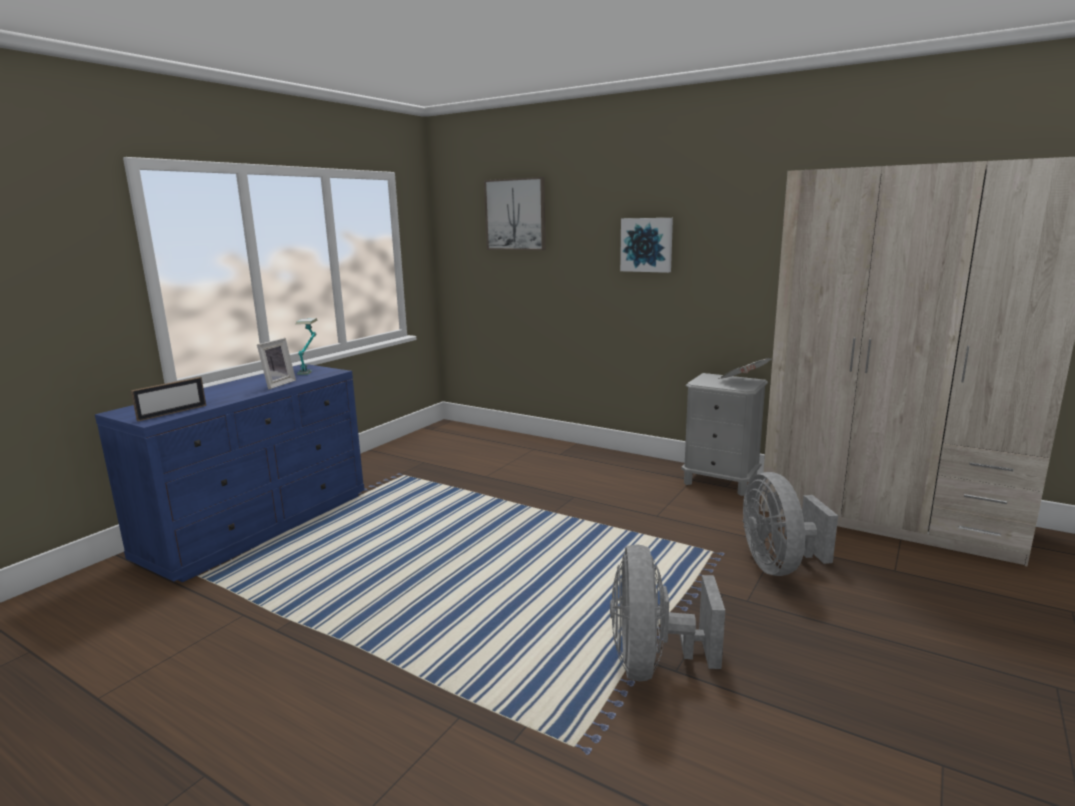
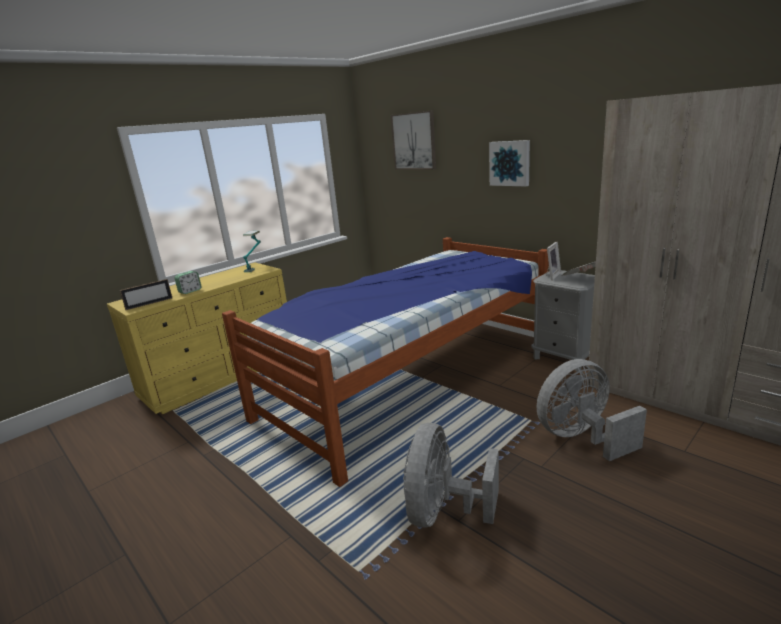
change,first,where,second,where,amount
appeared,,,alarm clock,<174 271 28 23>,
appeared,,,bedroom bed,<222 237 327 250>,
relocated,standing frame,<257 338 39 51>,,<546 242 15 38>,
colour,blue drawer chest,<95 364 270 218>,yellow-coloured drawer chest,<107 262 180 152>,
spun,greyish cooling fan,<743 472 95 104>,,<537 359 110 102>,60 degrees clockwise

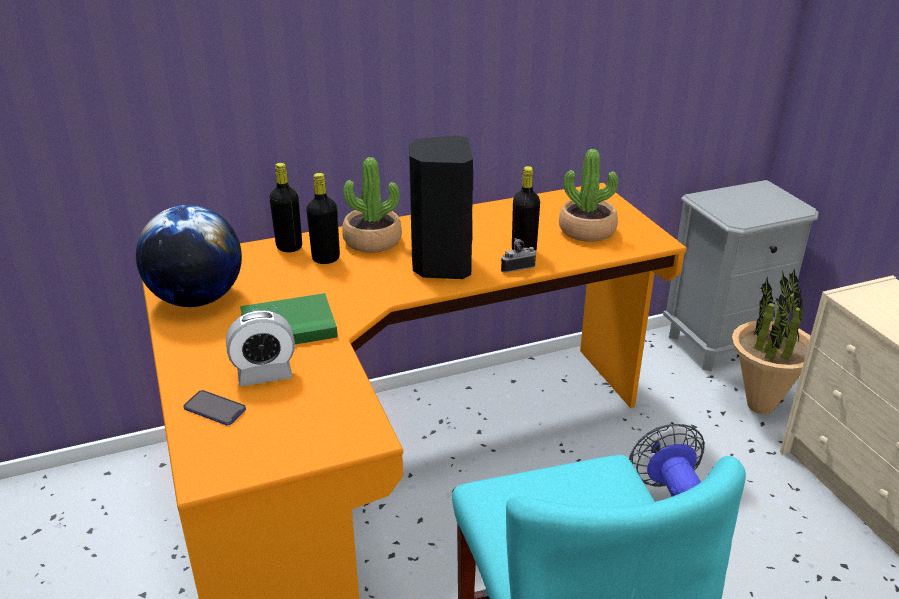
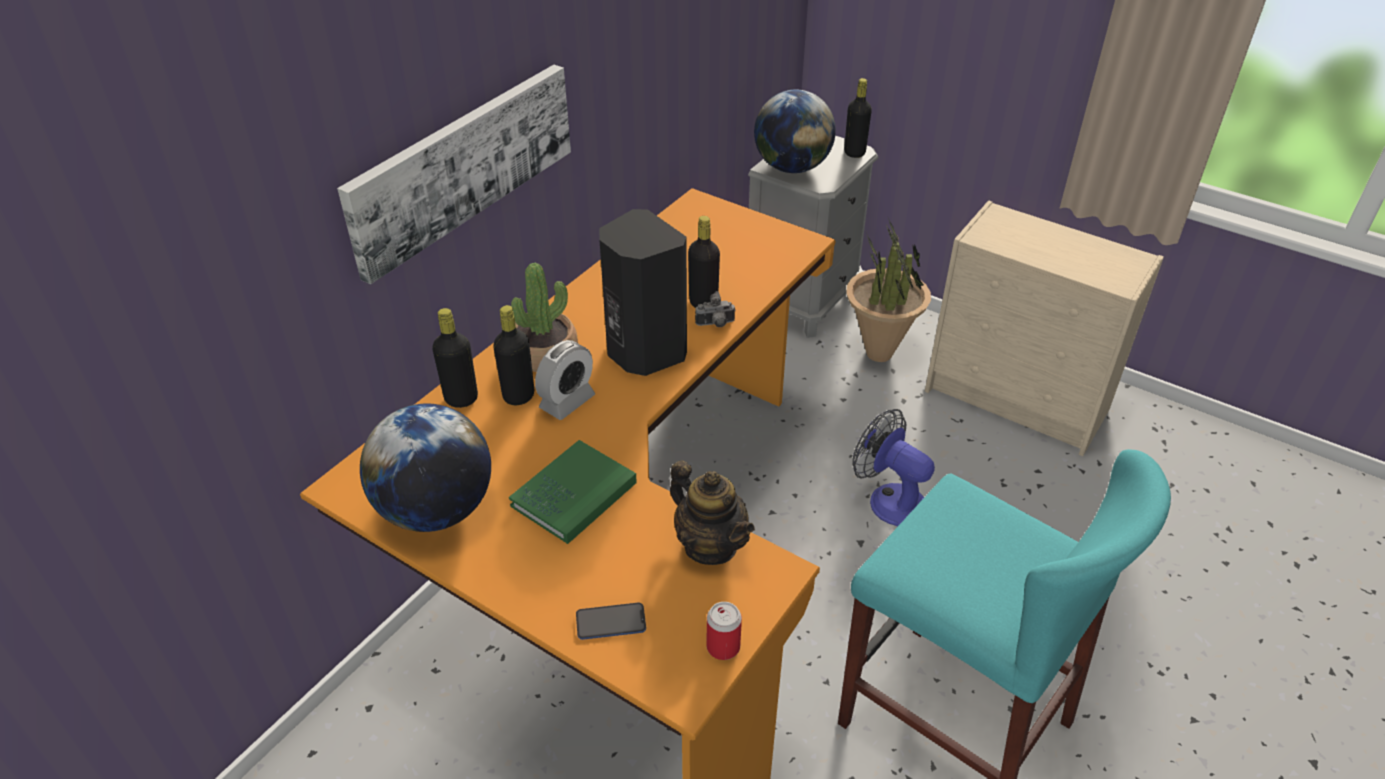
change,first,where,second,where,amount
missing,plant in a pot,<559 149 59 93>,,,
appeared,,,picture,<337 65 234 219>,
appeared,,,tea pot,<670 460 85 105>,
appeared,,,can,<706 602 36 58>,
appeared,,,globe,<754 89 82 84>,
appeared,,,black drink bottle,<844 78 28 80>,
relocated,alarm clock,<226 310 69 76>,,<535 340 60 80>,
spun,still camera,<501 238 35 35>,,<695 291 41 36>,135 degrees counterclockwise

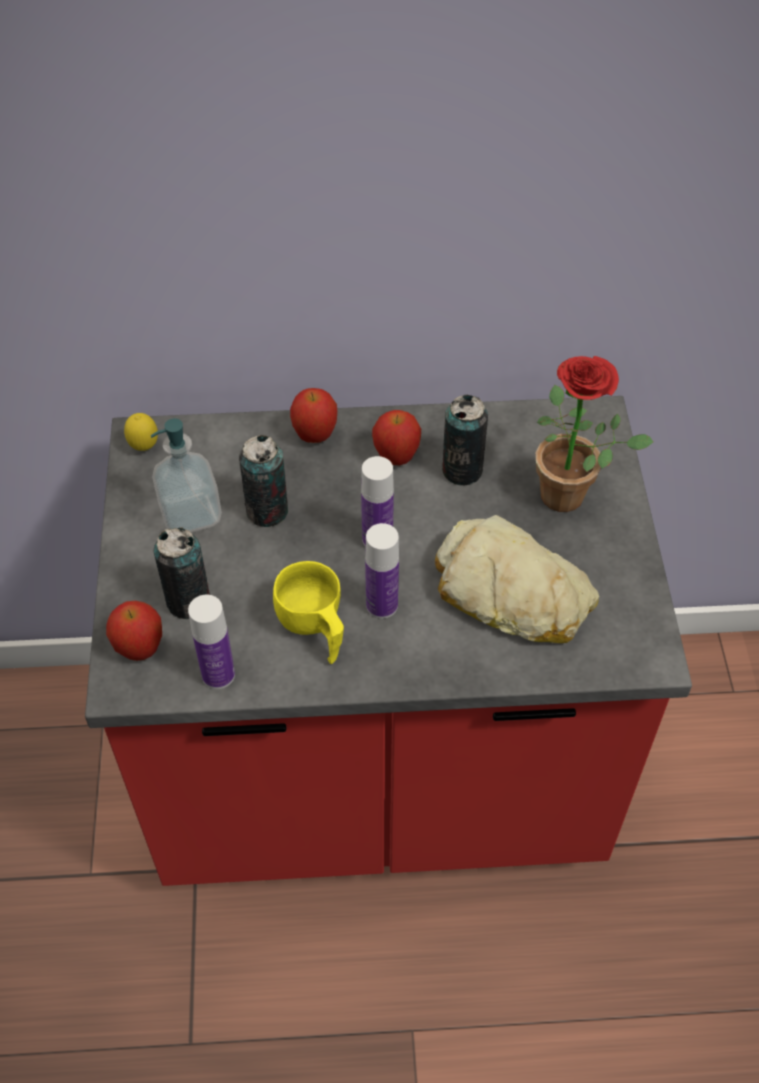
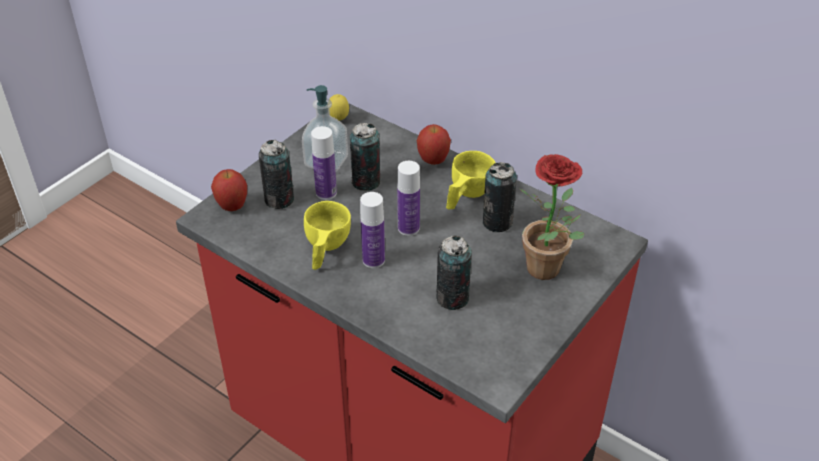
change,first,where,second,where,amount
relocated,drink bottle,<188 595 47 94>,,<311 126 26 74>,
exchanged,apple fruit,<372 410 49 55>,yellow-coloured drinking cup,<446 151 49 59>,
exchanged,baked bread,<435 515 164 128>,can,<436 236 36 74>,

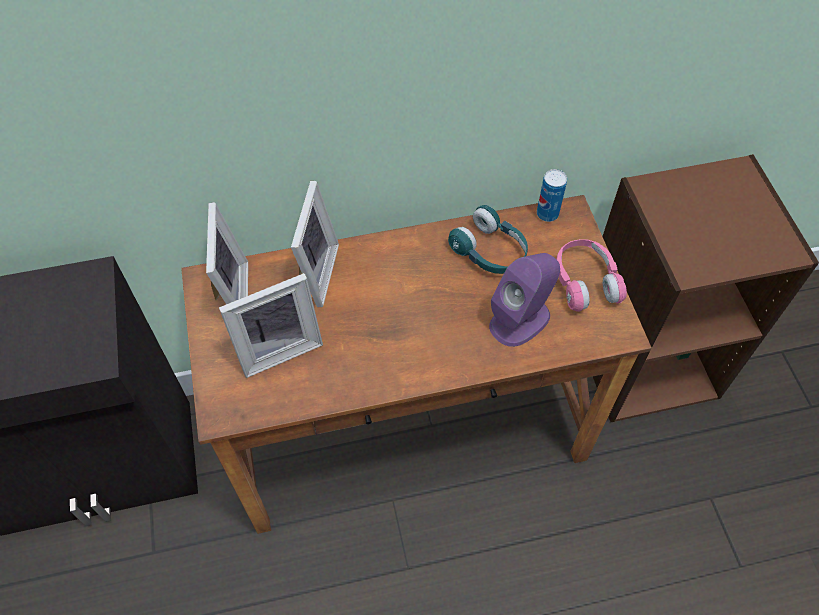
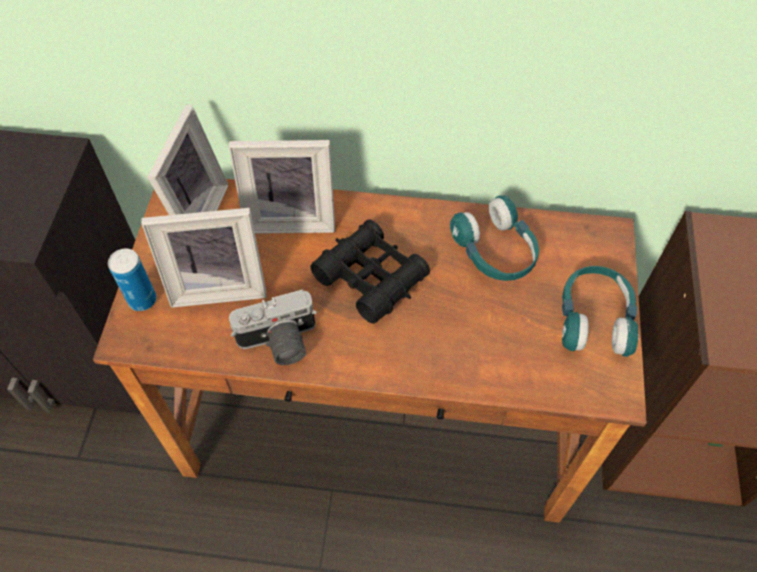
change,first,where,second,where,amount
missing,purple audio speaker,<489 253 71 94>,,,
appeared,,,still camera,<229 290 88 75>,
appeared,,,black pair of binoculars,<310 219 120 105>,
relocated,can,<537 169 30 53>,,<108 249 48 62>,
colour,pink-coloured pair of headphones,<556 239 71 73>,turquoise pair of headphones,<562 266 77 91>,
spun,standing frame,<291 181 48 126>,,<229 140 106 94>,60 degrees clockwise

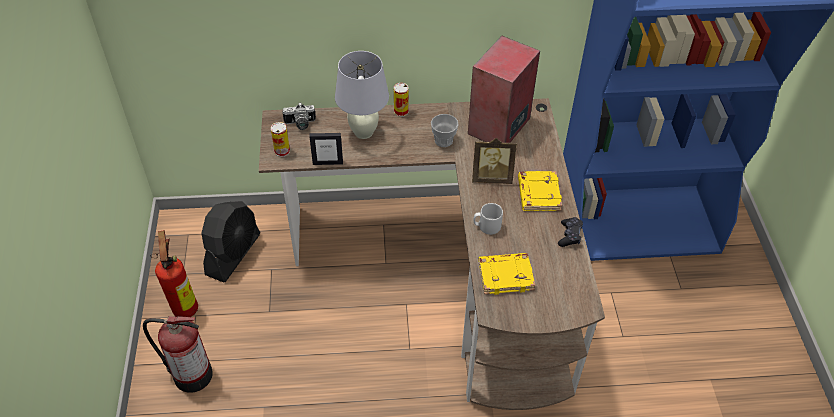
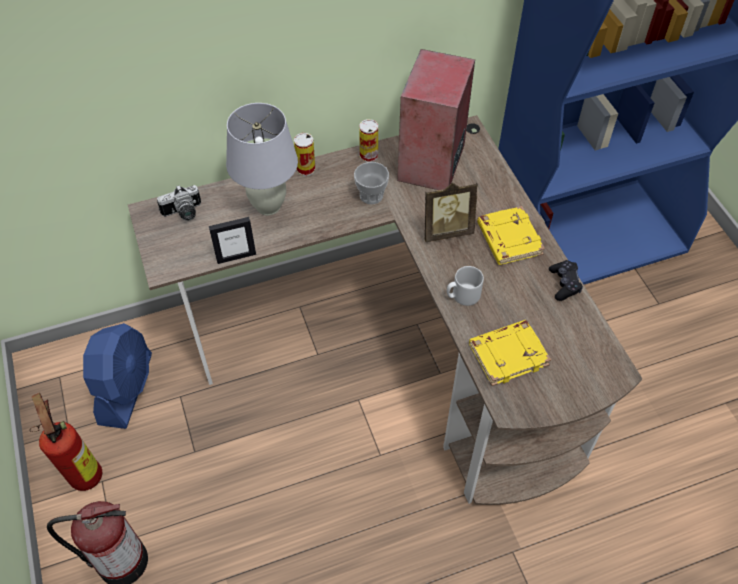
change,first,where,second,where,amount
relocated,can,<271 122 19 35>,,<359 119 19 43>,
colour,black cooling fan,<201 201 59 81>,blue cooling fan,<83 323 69 106>,

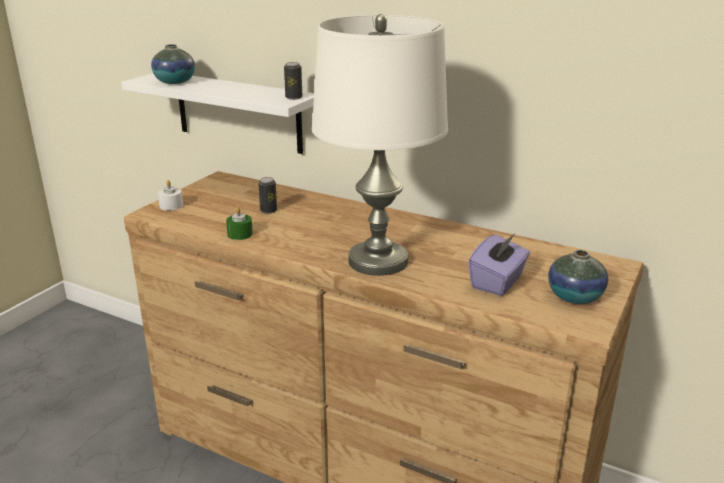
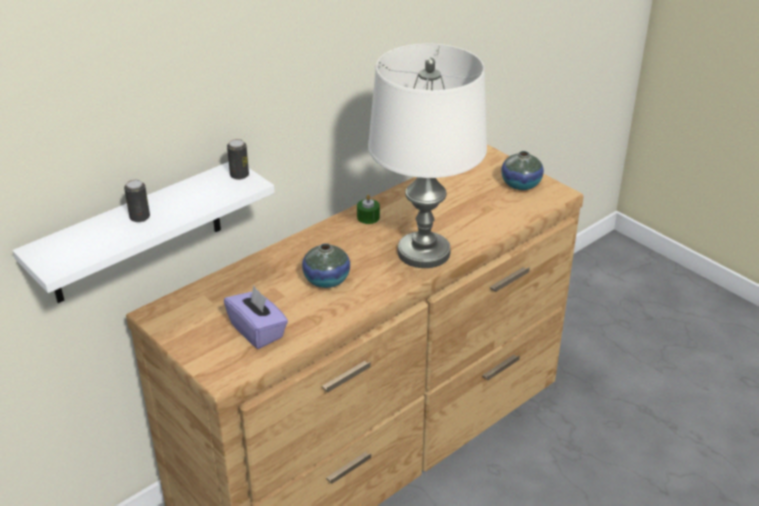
change,first,where,second,where,amount
missing,white-coloured wax candle,<158 180 25 31>,,,
relocated,decorative vase,<151 44 44 40>,,<302 243 48 45>,
relocated,green wax candle,<226 207 27 33>,,<357 195 23 29>,
relocated,can,<258 177 19 37>,,<124 180 26 42>,
relocated,purple box of tissues,<468 233 62 63>,,<224 286 64 63>,

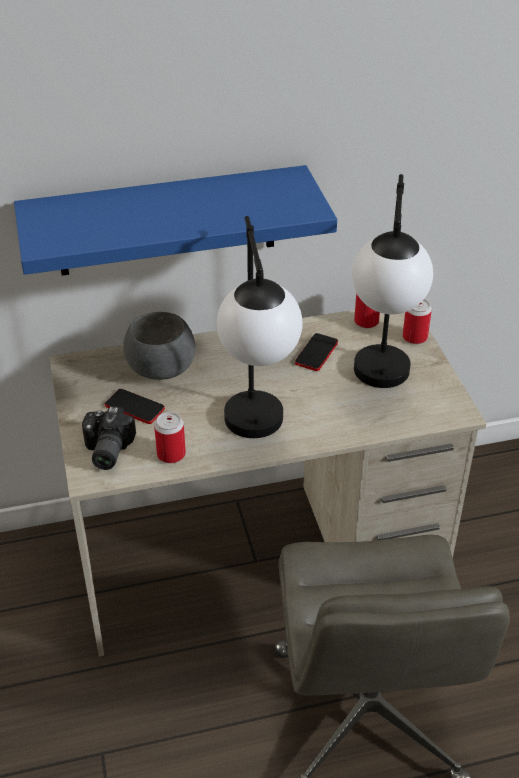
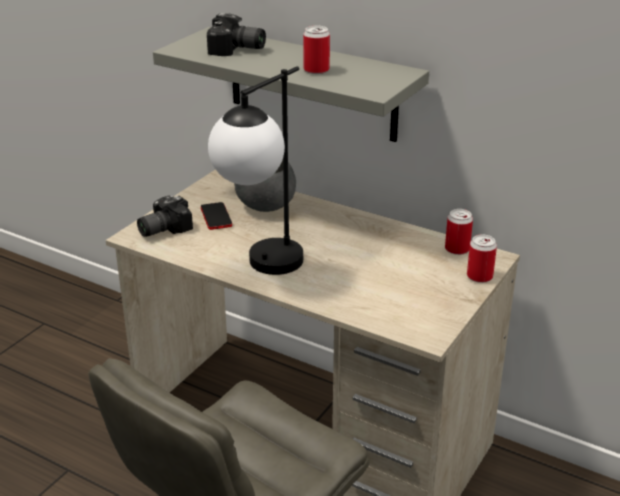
change,first,where,second,where,amount
missing,handset,<295 333 43 38>,,,
missing,lamp for a table,<352 174 81 214>,,,
appeared,,,still camera,<207 13 59 43>,
relocated,can,<154 412 32 51>,,<303 26 27 48>,
colour,blue bracket shelf,<14 165 323 111>,greyish bracket shelf,<153 27 276 115>,

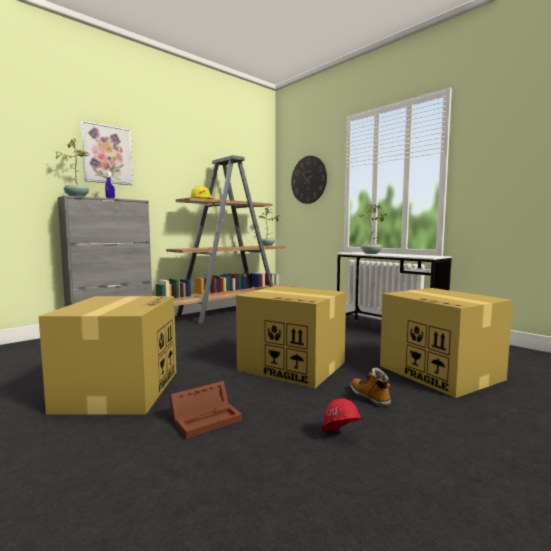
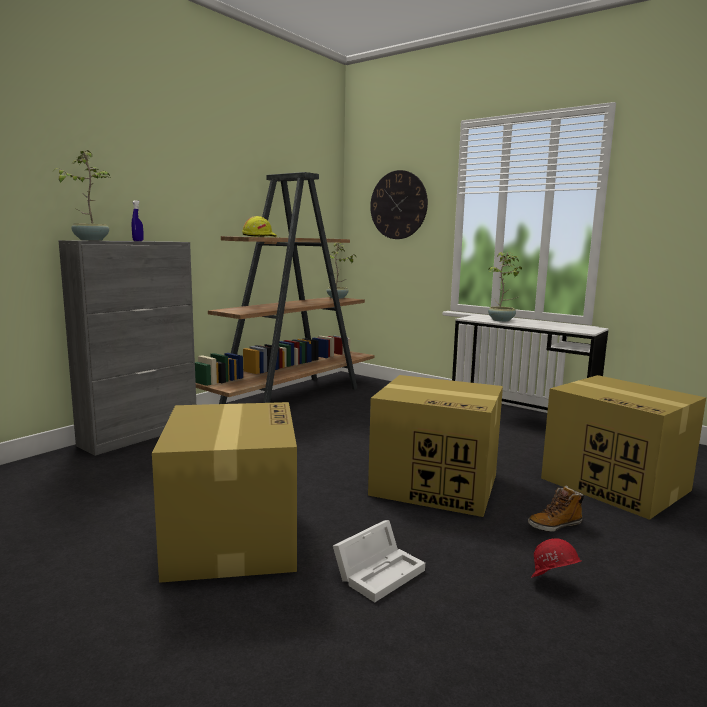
change,first,where,second,where,amount
missing,picture,<81 120 52 65>,,,
colour,brown-coloured storage container,<169 381 73 58>,white-coloured storage container,<333 520 92 82>,
spun,tall boot,<350 367 41 40>,,<528 486 56 46>,75 degrees counterclockwise

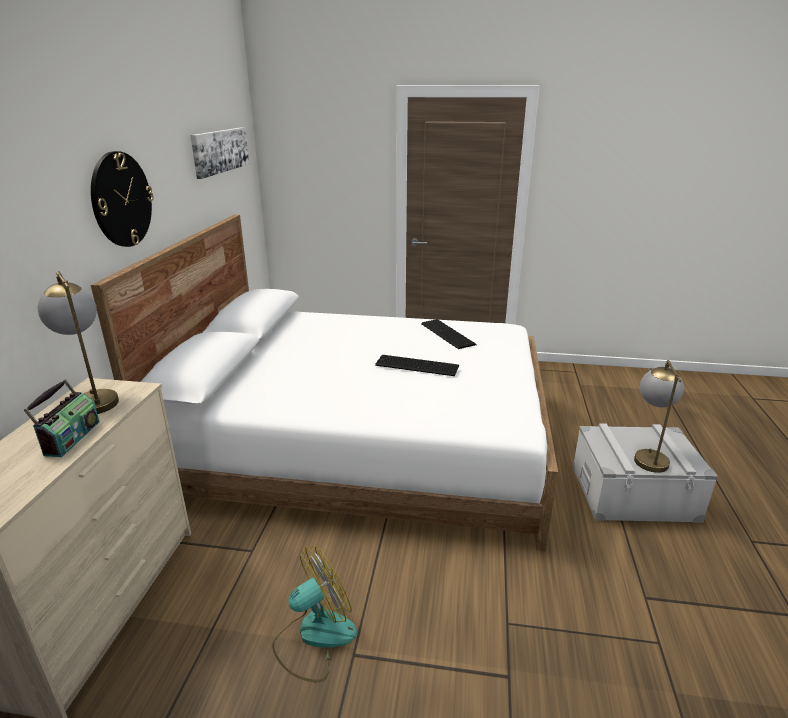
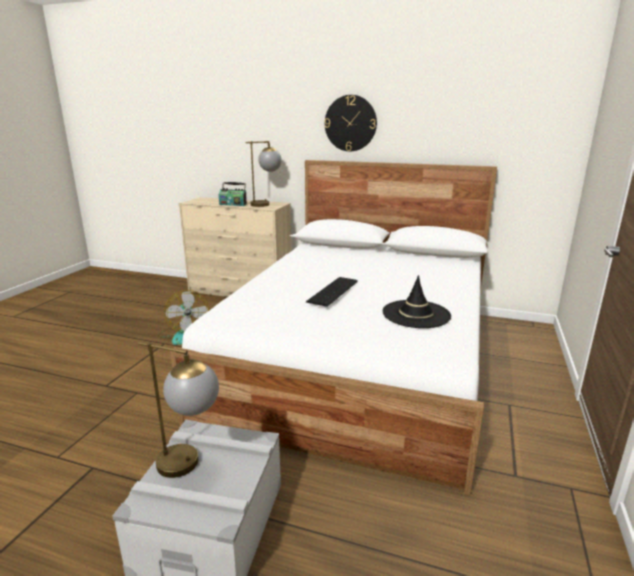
change,first,where,second,where,amount
missing,picture,<190 127 59 52>,,,
exchanged,PC keyboard,<421 319 56 30>,black clothing hat,<383 275 68 53>,

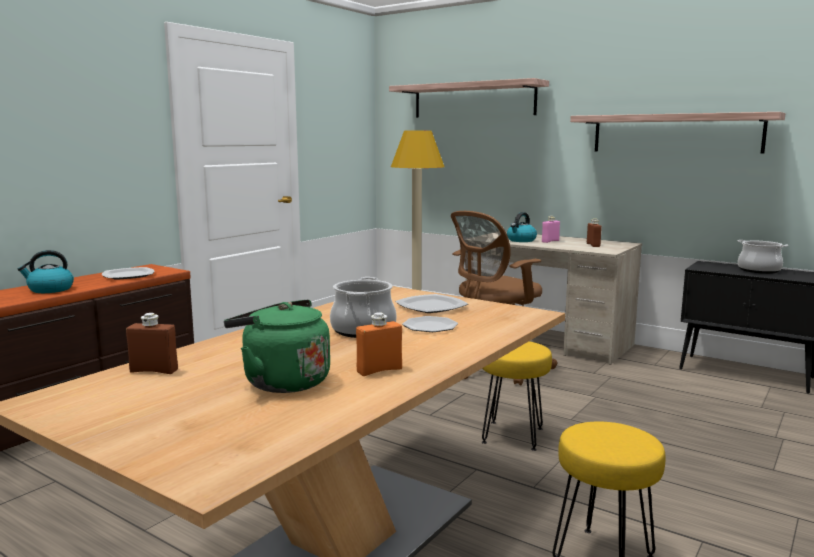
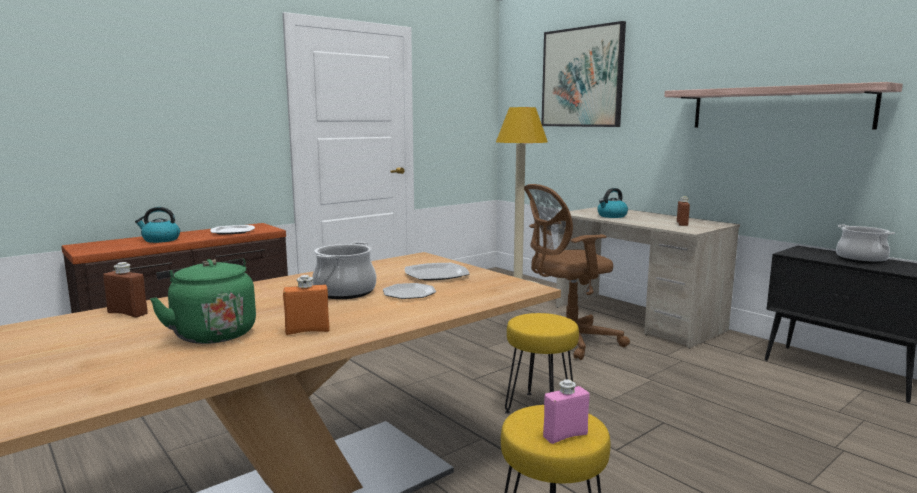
change,first,where,second,where,amount
relocated,pink-coloured drink bottle,<542 216 18 27>,,<543 379 46 65>,
exchanged,bracket shelf,<389 78 160 40>,picture,<541 21 85 106>,

